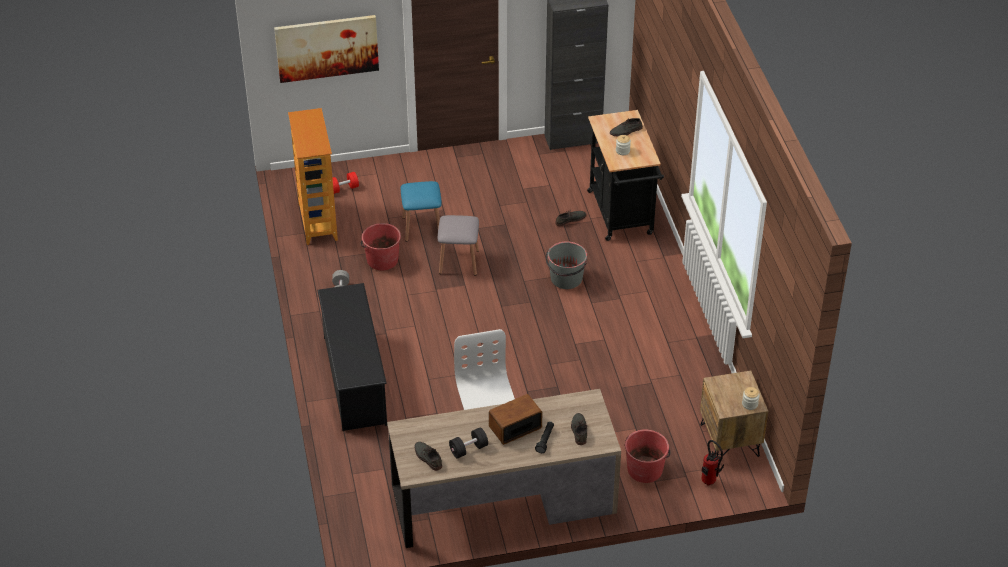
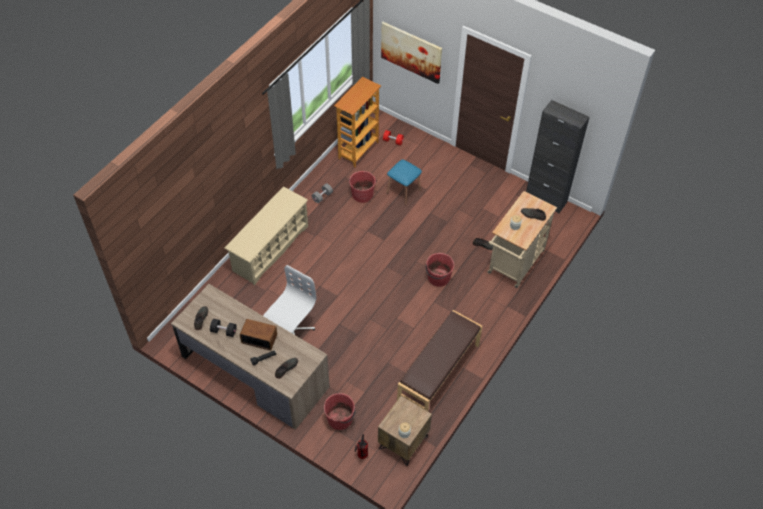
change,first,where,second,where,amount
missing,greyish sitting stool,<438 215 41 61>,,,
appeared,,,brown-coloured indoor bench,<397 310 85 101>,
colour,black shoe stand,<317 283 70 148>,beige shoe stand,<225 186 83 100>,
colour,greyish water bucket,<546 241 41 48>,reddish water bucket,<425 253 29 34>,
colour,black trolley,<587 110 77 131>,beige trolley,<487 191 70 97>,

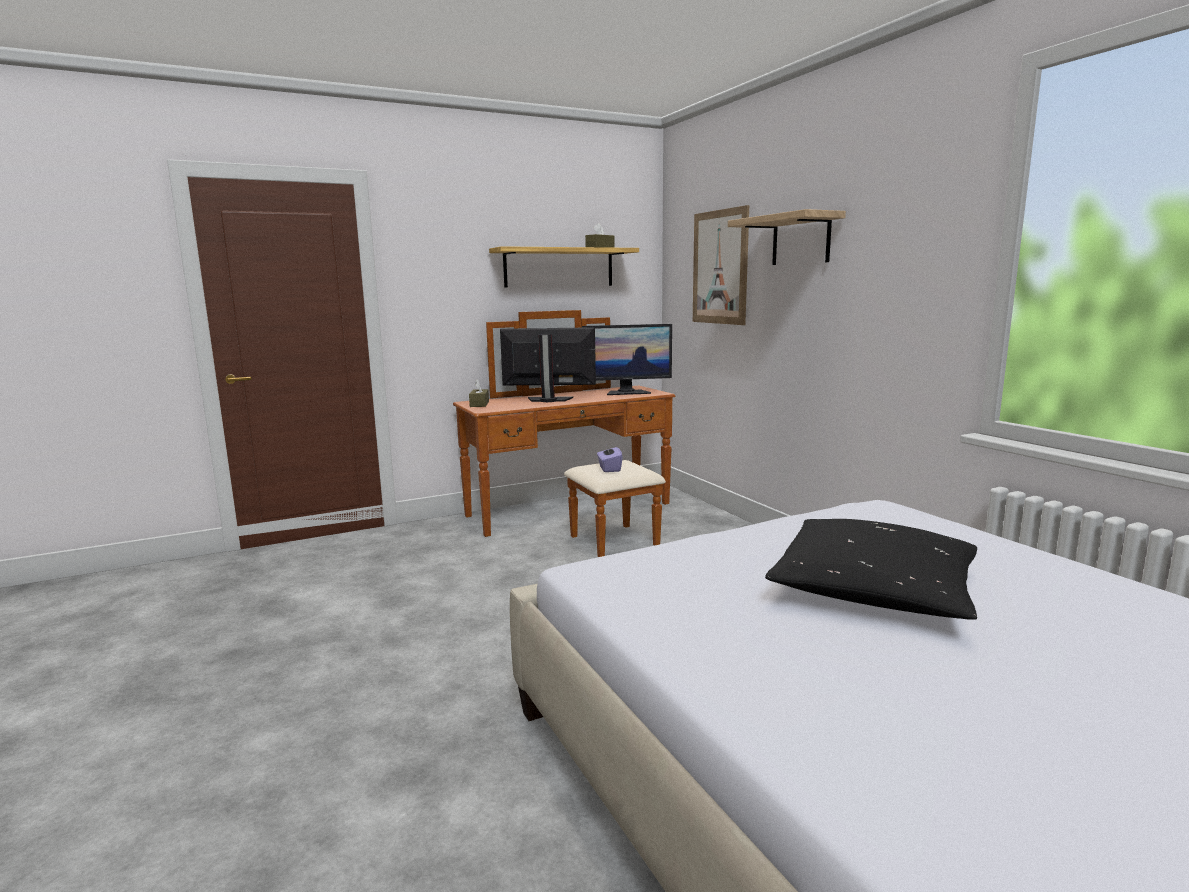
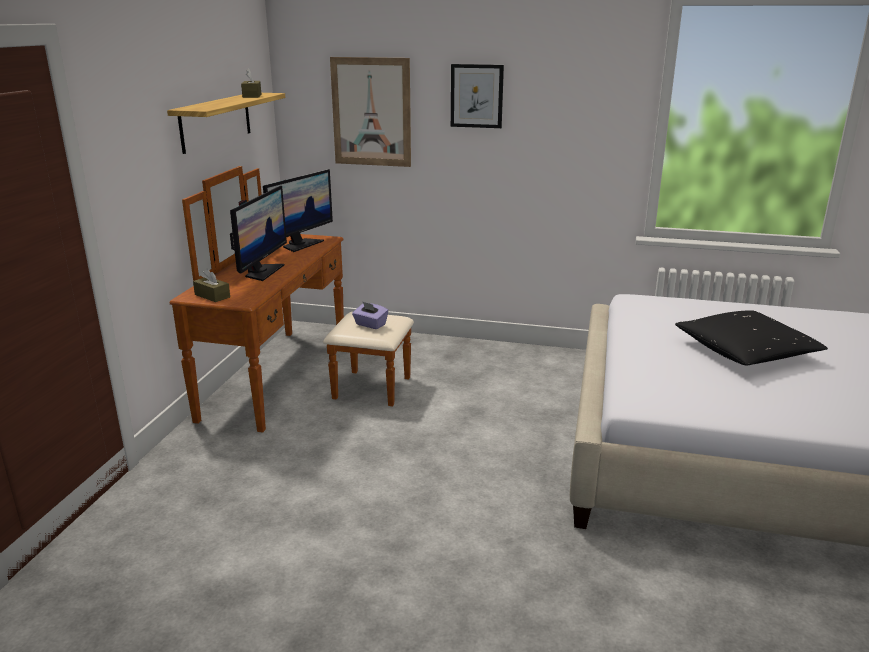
change,first,where,second,where,amount
exchanged,bracket shelf,<728 209 118 56>,picture,<451 64 53 64>,
spun,monitor,<500 327 96 75>,,<230 186 57 95>,150 degrees clockwise

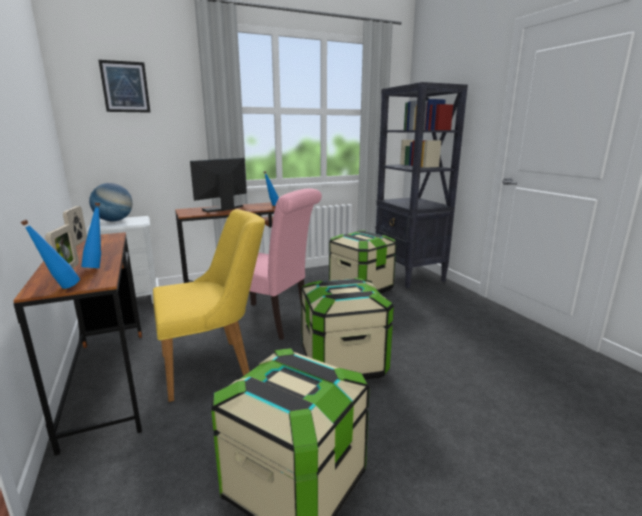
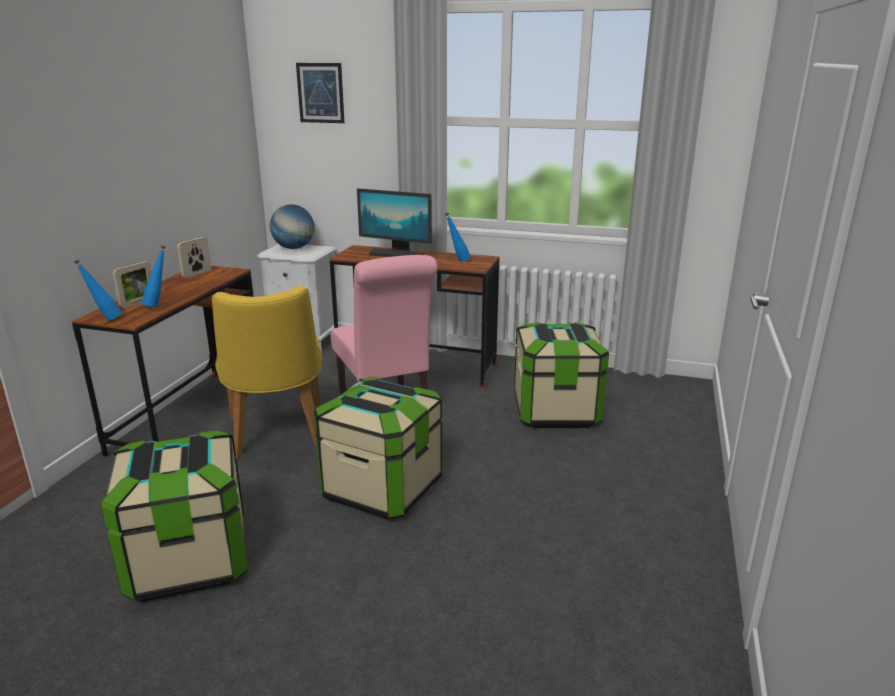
change,first,where,second,where,amount
missing,black shelving unit,<375 82 93 206>,,,
spun,yellow-coloured upright chair,<153 209 112 193>,,<212 286 110 172>,60 degrees clockwise
spun,monitor,<190 158 57 55>,,<357 188 75 69>,150 degrees counterclockwise

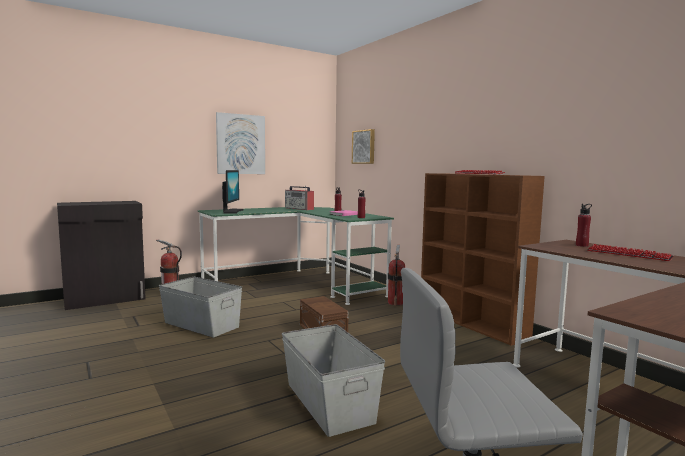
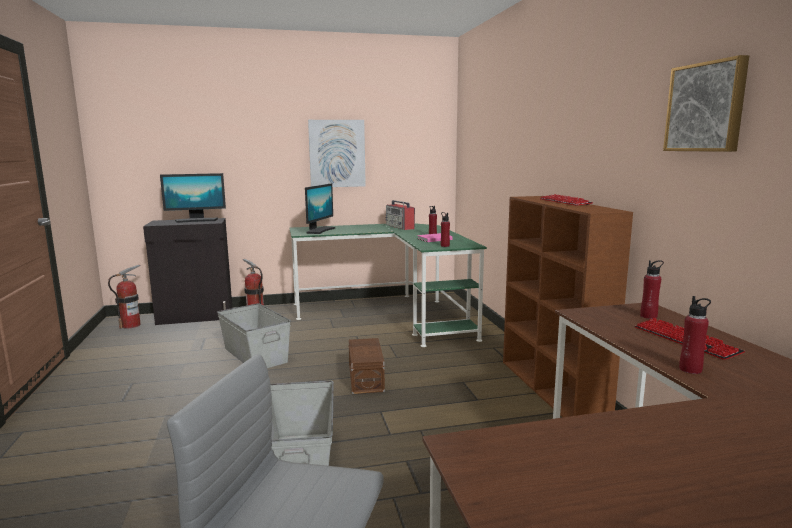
change,first,where,second,where,amount
appeared,,,monitor,<160 173 66 50>,
appeared,,,reddish drink bottle,<679 296 32 78>,
relocated,picture,<352 129 23 35>,,<663 55 86 97>,
relocated,extinguisher,<388 245 17 61>,,<108 265 33 64>,

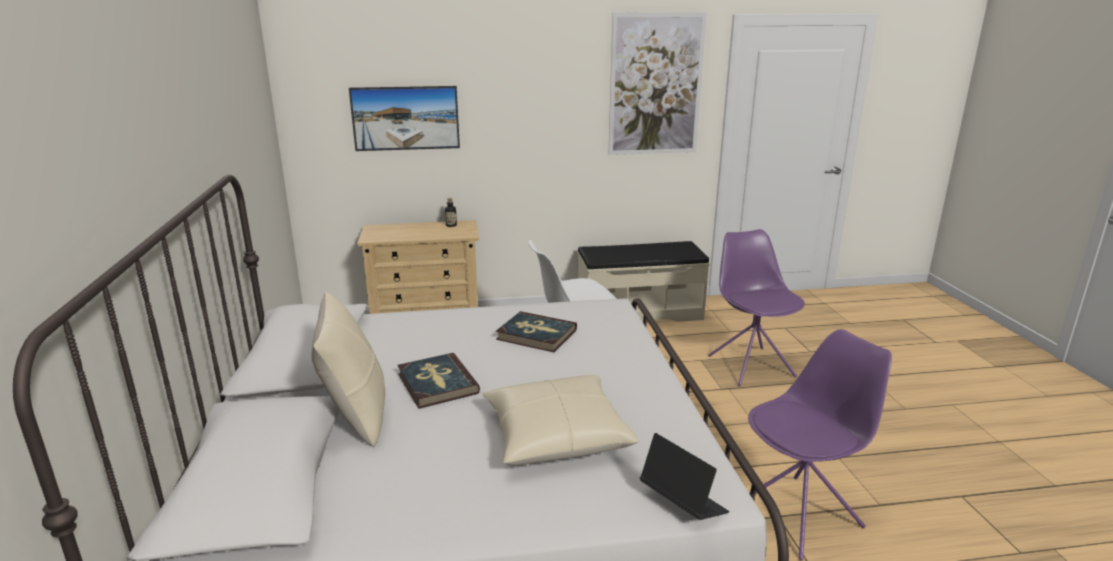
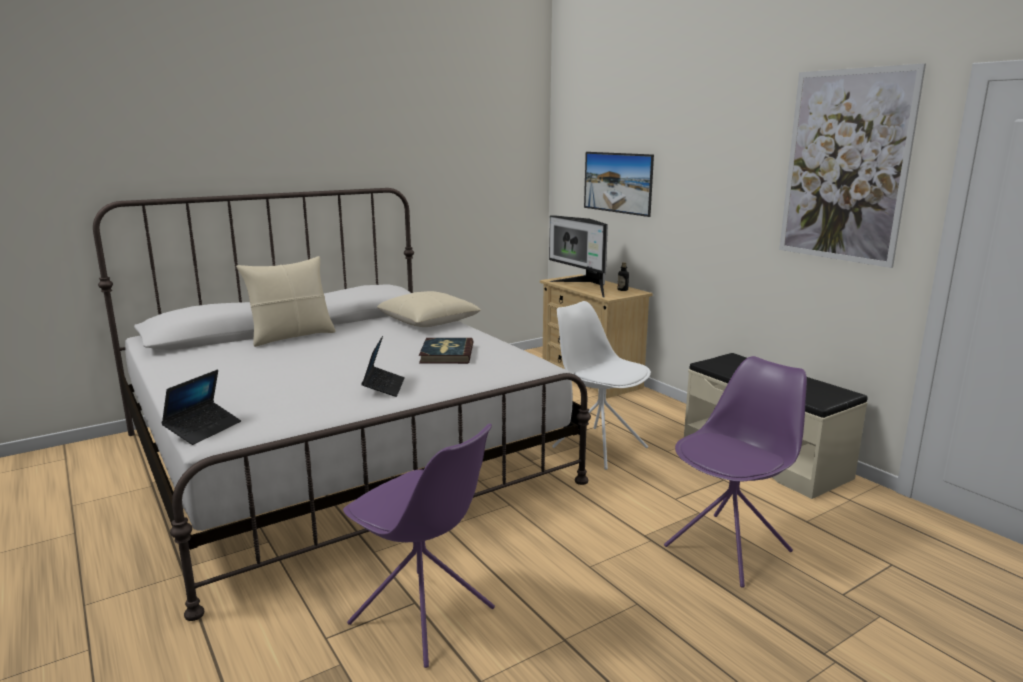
change,first,where,second,where,amount
missing,bound book,<398 353 82 56>,,,
appeared,,,portable computer,<361 336 44 61>,
appeared,,,monitor,<549 215 59 82>,
relocated,beige throw pillow,<482 375 157 90>,,<377 291 104 36>,

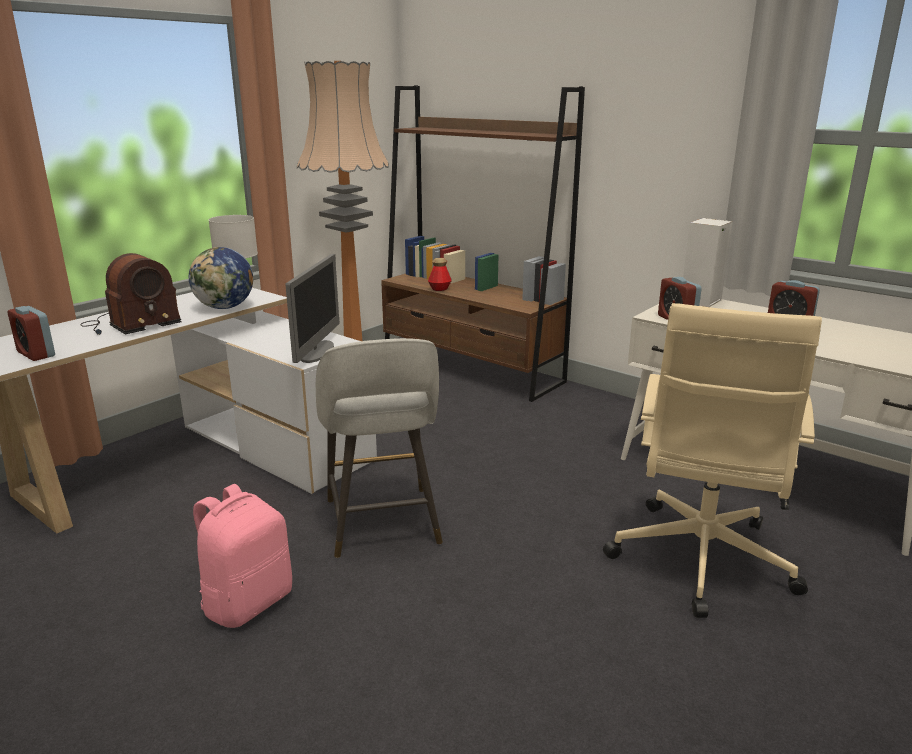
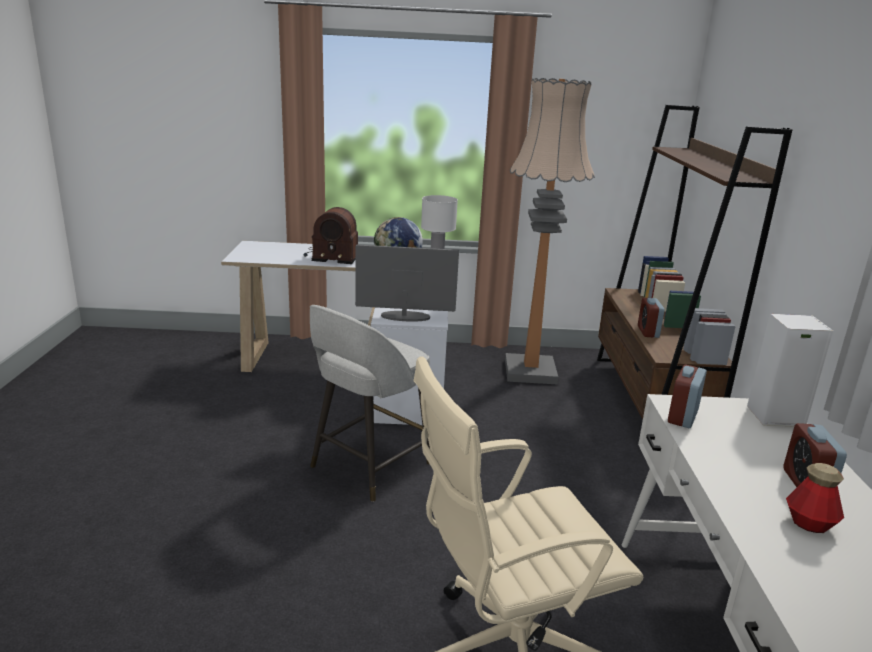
change,first,where,second,where,amount
missing,pink-coloured backpack,<193 484 99 144>,,,
relocated,alarm clock,<8 306 47 55>,,<638 298 27 40>,
relocated,drink bottle,<428 258 24 33>,,<786 463 58 70>,
spun,monitor,<286 254 54 109>,,<355 245 104 77>,150 degrees counterclockwise

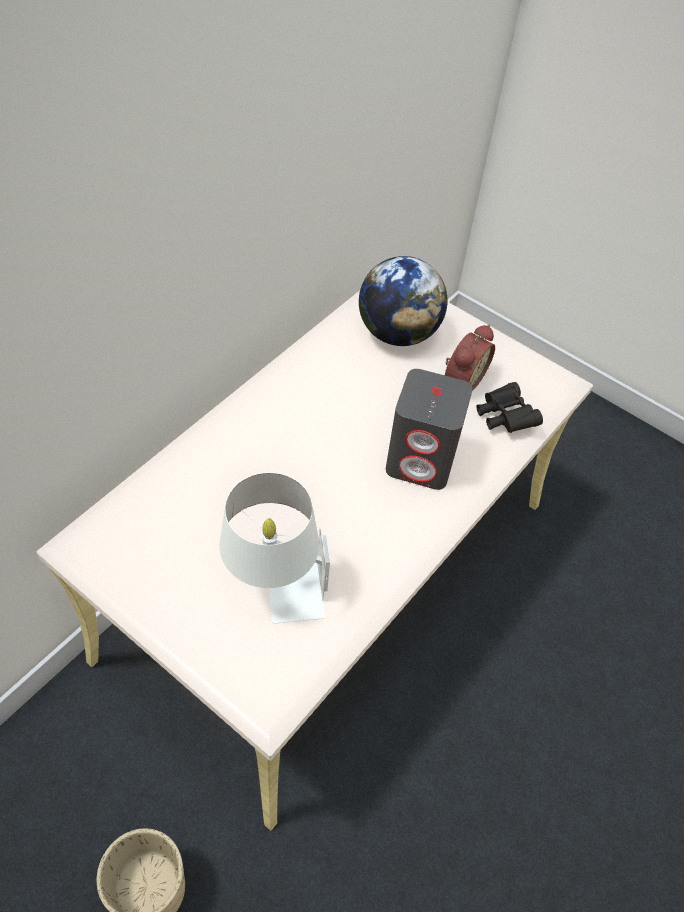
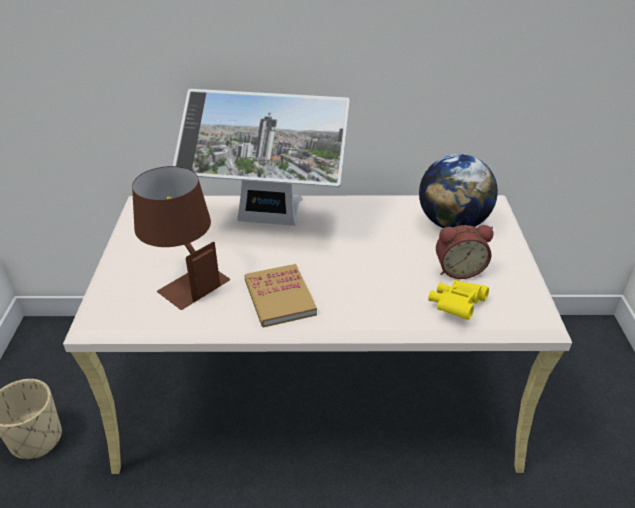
change,first,where,second,where,amount
missing,greyish audio speaker,<386 369 87 121>,,,
appeared,,,monitor,<173 89 177 137>,
appeared,,,bound book,<244 264 73 64>,
colour,white-coloured lamp for a table,<219 473 111 151>,brown-coloured lamp for a table,<132 166 98 144>,
colour,black pair of binoculars,<476 382 67 51>,yellow-coloured pair of binoculars,<428 280 61 40>,

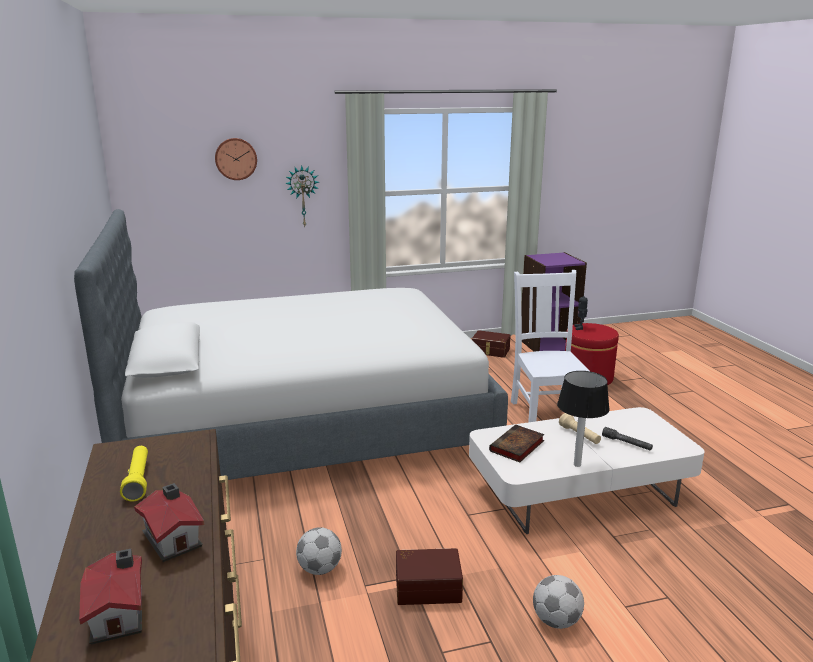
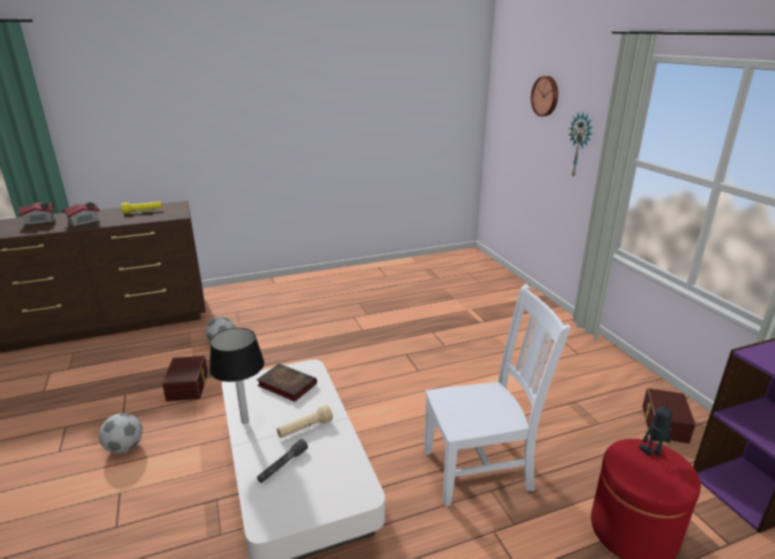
change,first,where,second,where,amount
missing,bedroom bed,<74 209 434 271>,,,

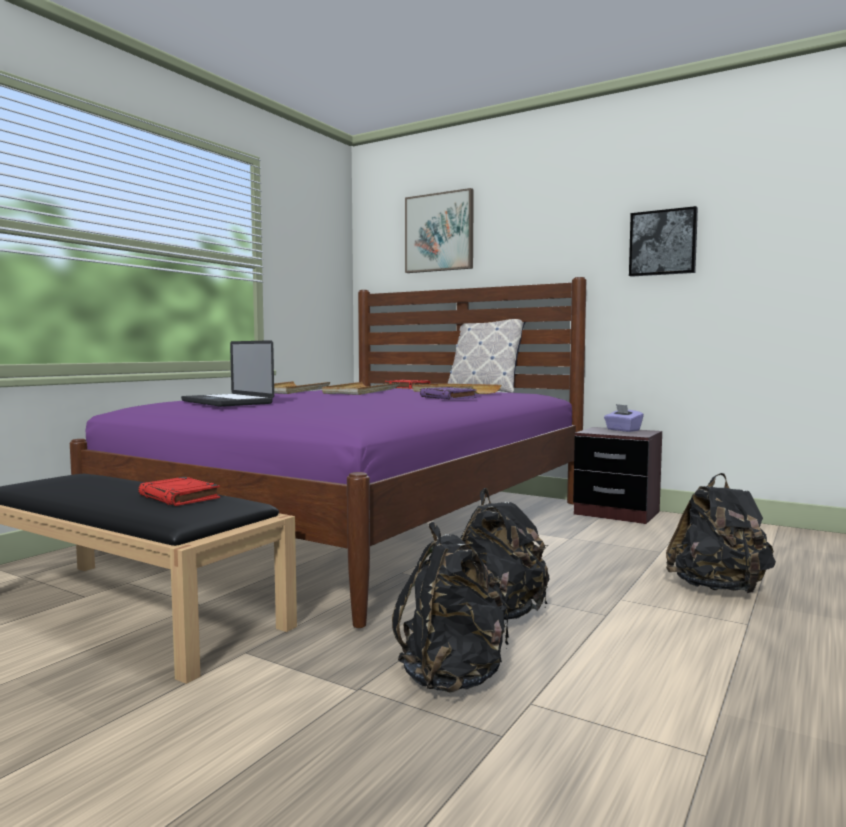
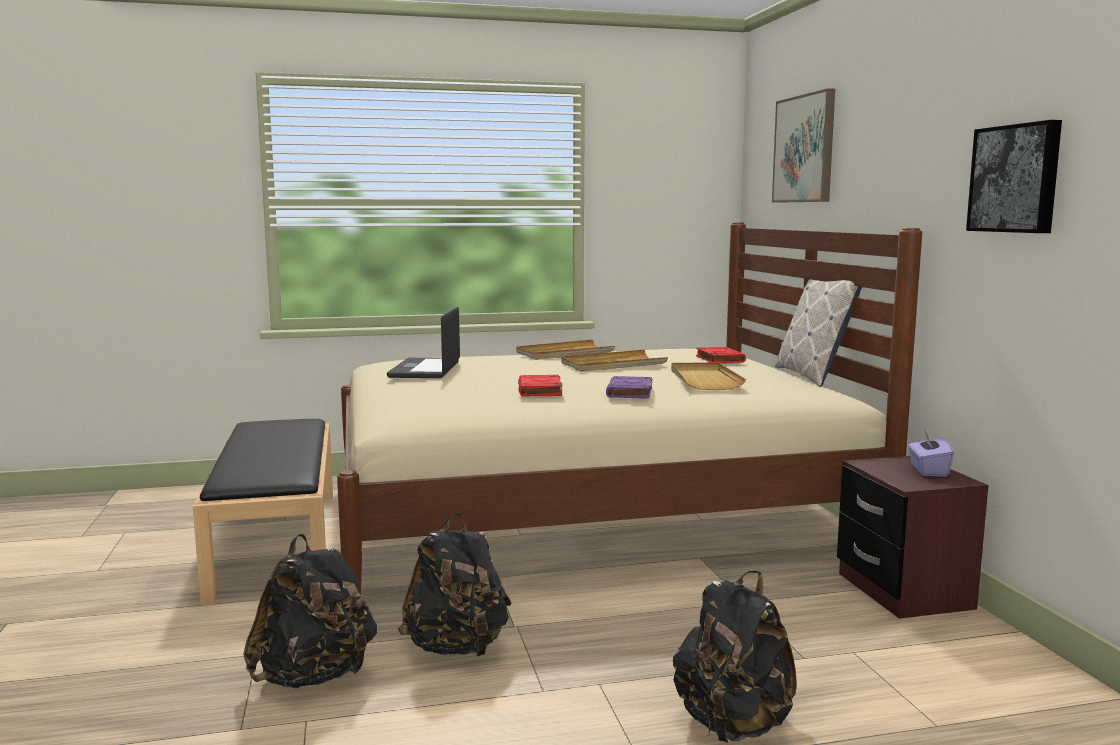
change,first,where,second,where,amount
relocated,reddish bound book,<138 477 82 29>,,<518 375 44 21>,
colour,purple bedroom bed,<70 277 516 351>,beige bedroom bed,<337 222 585 373>,

